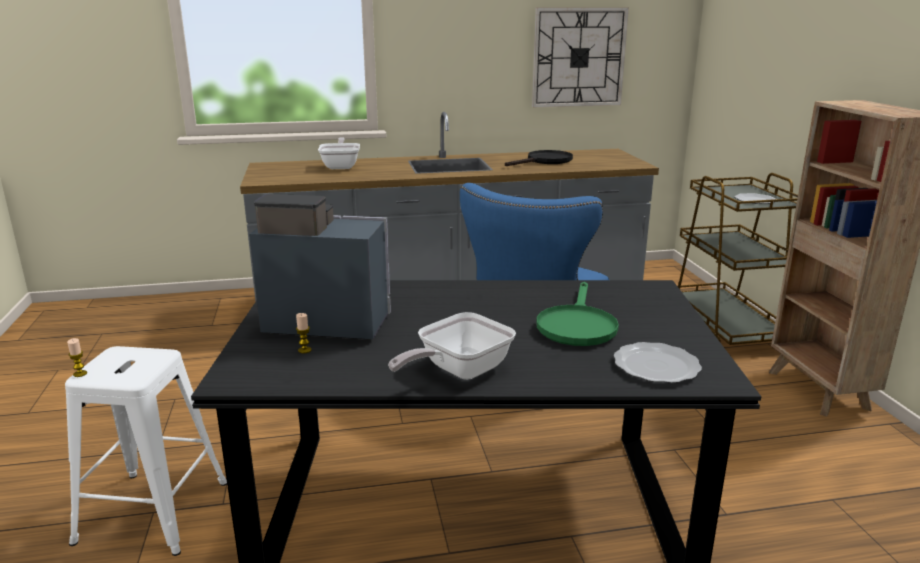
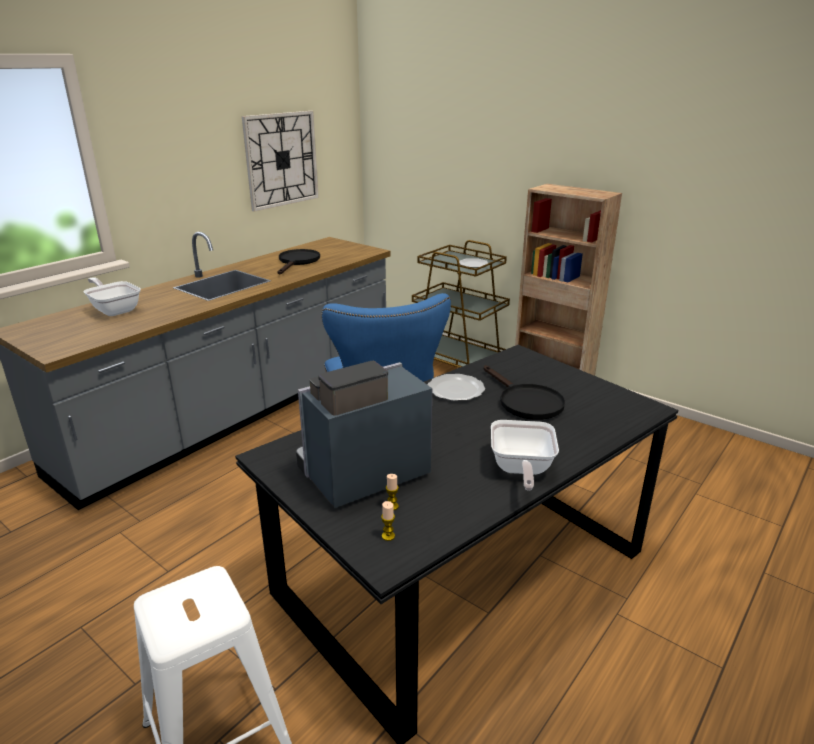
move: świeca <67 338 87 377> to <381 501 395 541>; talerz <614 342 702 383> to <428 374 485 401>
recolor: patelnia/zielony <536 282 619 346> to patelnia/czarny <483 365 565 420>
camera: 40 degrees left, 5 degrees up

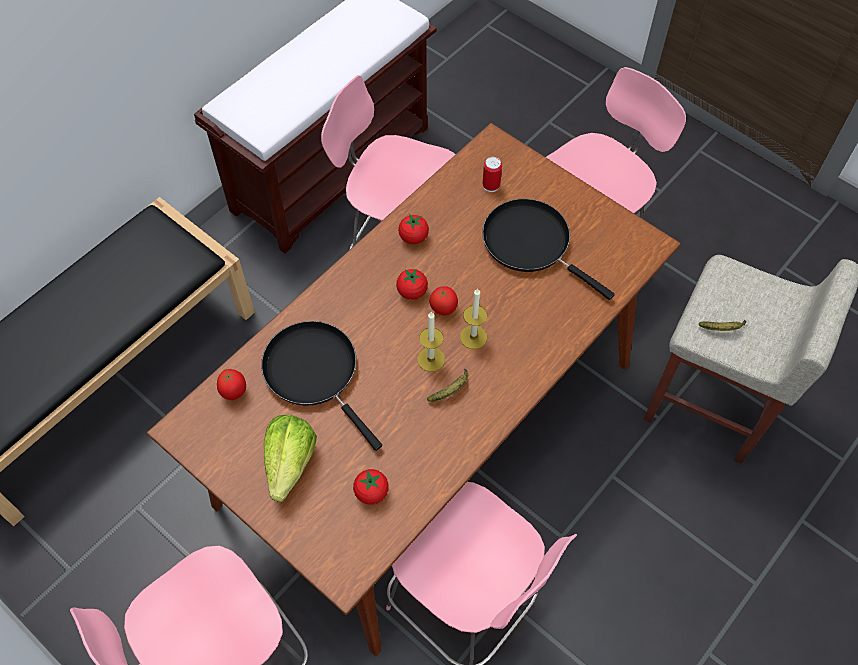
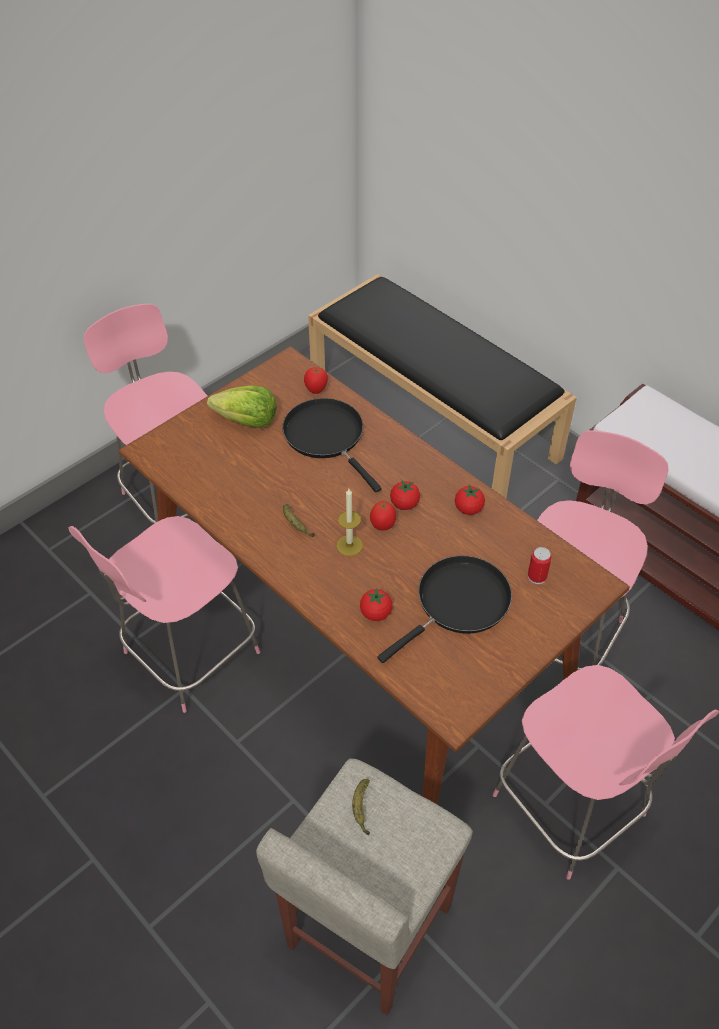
delete: świeca <417 311 445 372>
move: pomidor <353 469 389 505> to <360 588 393 621>
rotate: patelnia/czarny <261 321 382 451> = <282 398 382 492> 90 degrees counterclockwise
camera: 95 degrees right, 10 degrees down

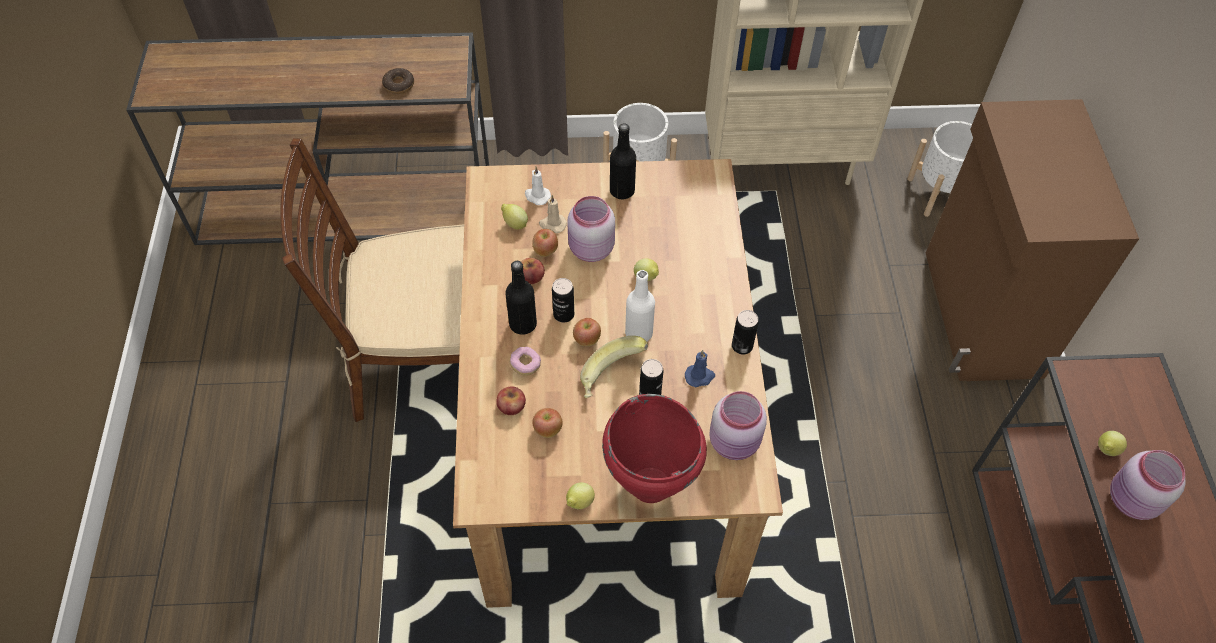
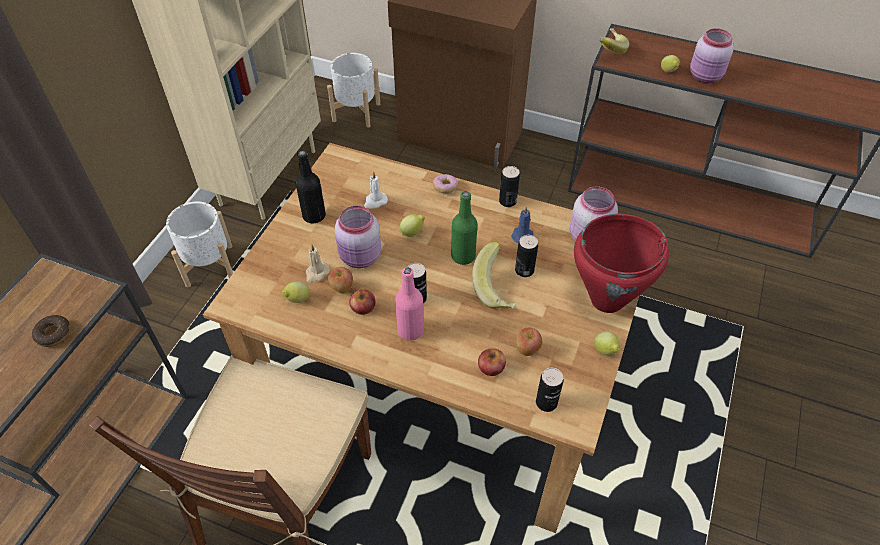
delete: jabłko <573 318 601 346>
insert: puszka <536 368 564 412>; banan <599 28 629 54>
move: świeca/biały <525 167 551 205> to <364 171 388 209>; donut <510 347 541 376> to <433 174 458 193>
recolor: butelka/czarny <505 261 537 335> to butelka/różowy <395 267 424 340>; butelka/biały <625 270 655 342> to butelka/zielony <451 191 477 265>
camera: 65 degrees left, 5 degrees down

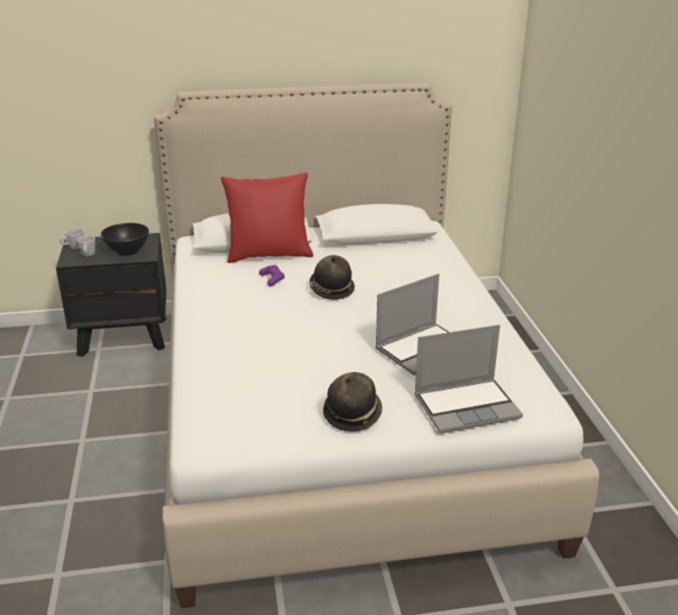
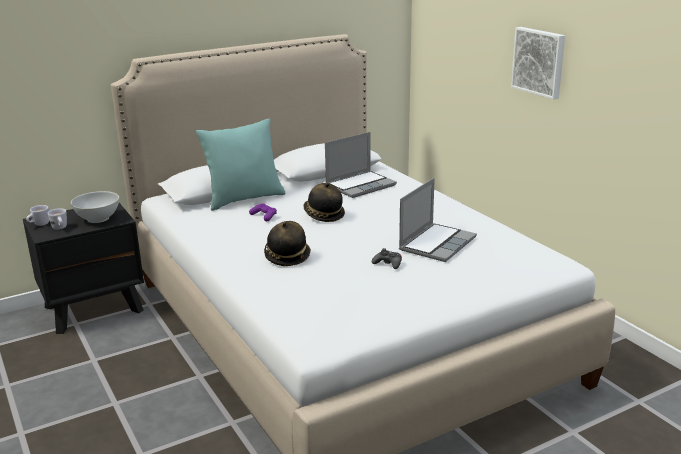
insert: pad do gier/czarny <372 248 402 269>; obraz <511 27 565 100>
move: kapelusz <323 372 382 432> to <264 221 311 266>; laptop <414 325 523 433> to <325 132 397 198>
recolor: miska/czarny <101 223 149 256> to miska/biały <71 191 119 223>; poduszka/czerwony <221 173 313 263> to poduszka/turkusowy <196 119 286 211>
camera: 20 degrees left, 5 degrees down

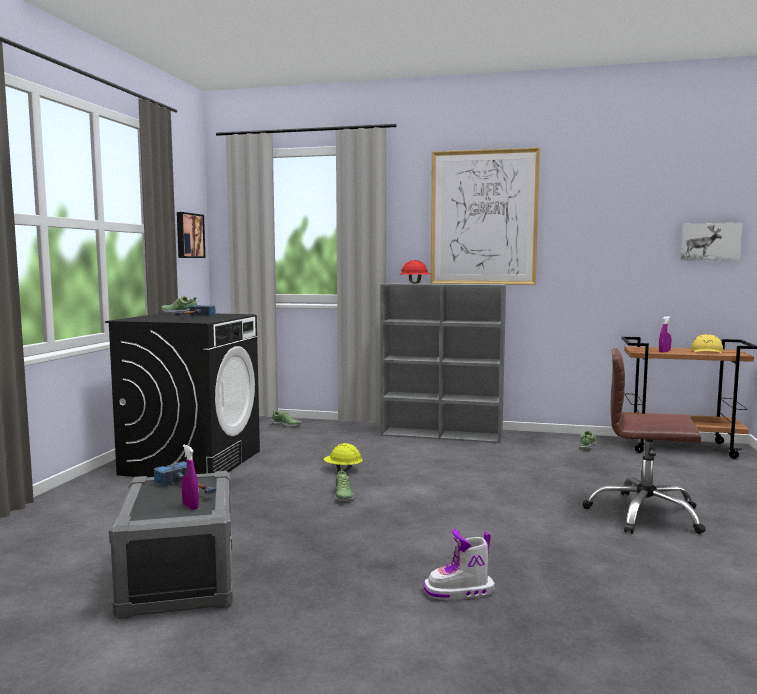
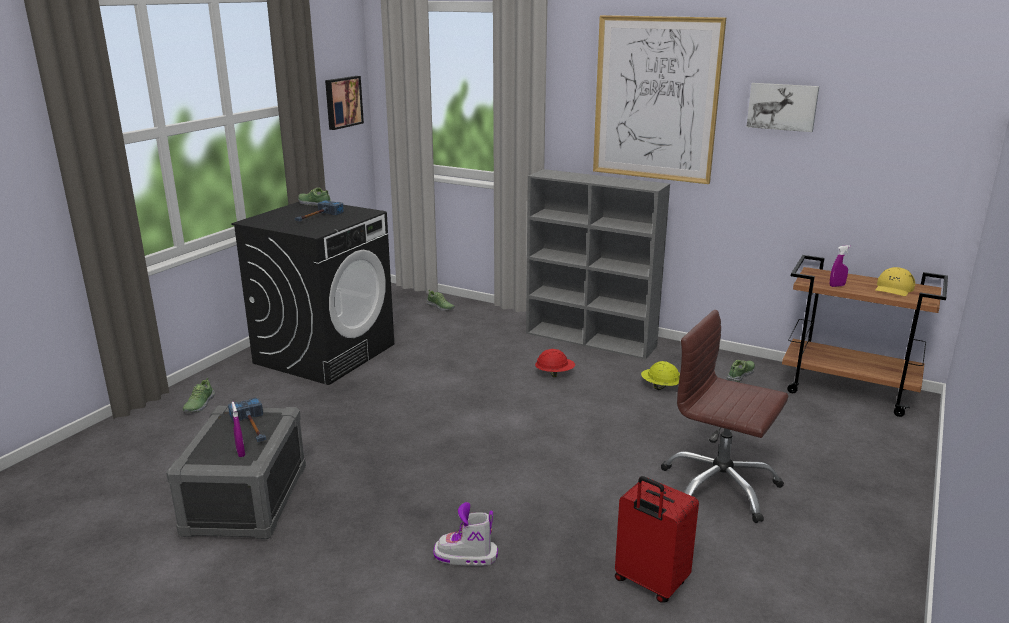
insert: walizka/czerwony <615 476 699 603>
move: but <334 469 355 501> to <183 378 215 413>; kask/czerwony <400 260 431 284> to <535 349 575 377>; kask/żółty <324 443 363 472> to <641 361 680 390>; obraz <680 223 743 260> to <746 83 819 132>
camera: 15 degrees right, 15 degrees up

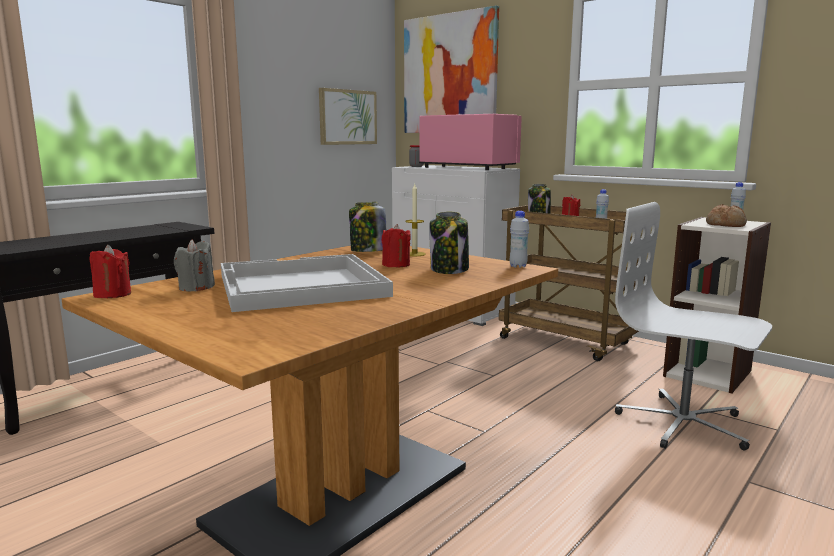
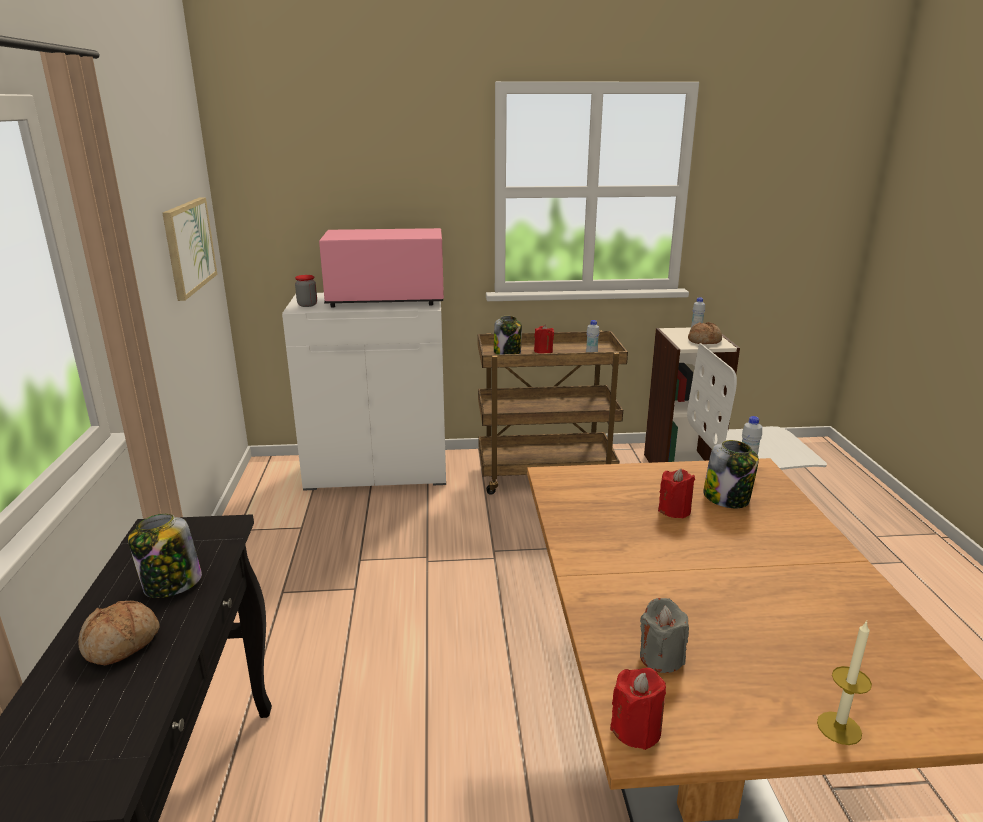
delete: taca/biały <221 254 393 312>; obraz <404 5 499 133>
insert: chleb <78 601 160 665>
move: słoik <349 202 387 252> to <128 514 202 598>; świeca <405 184 426 256> to <817 621 872 745>
camera: 45 degrees left, 10 degrees up

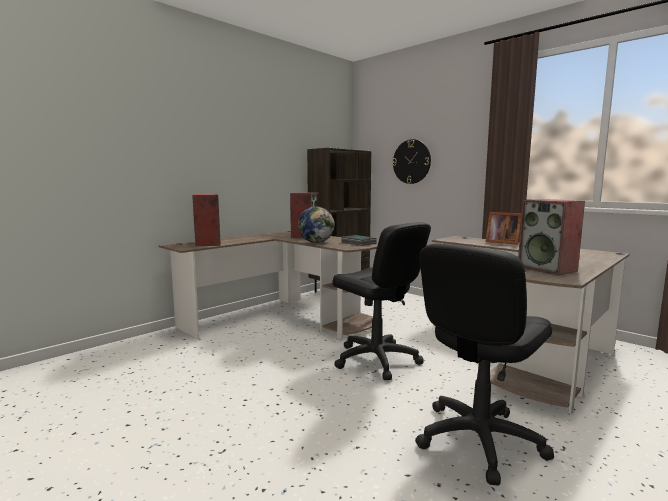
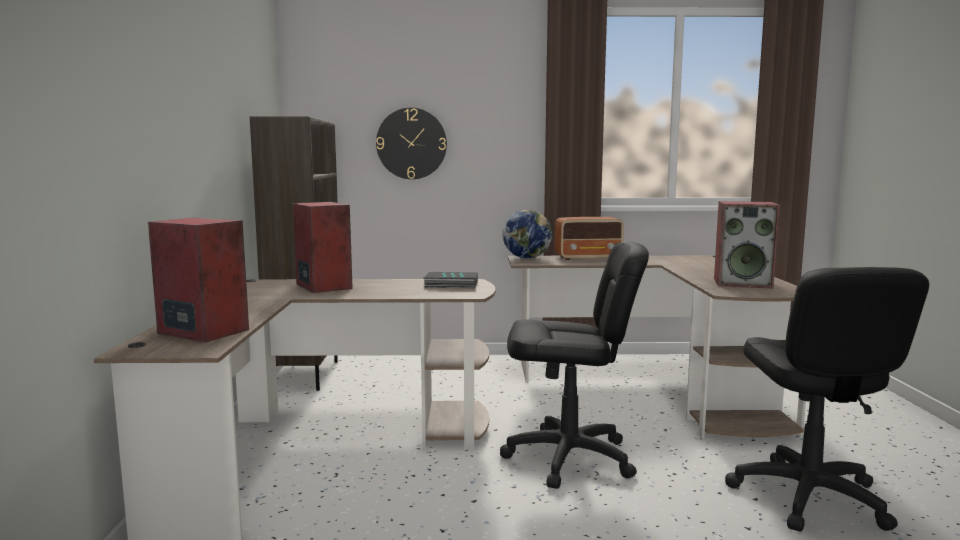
move: globus <298 207 335 243> to <502 209 552 258>
replace: ramka na zdjęcie <485 212 522 245> to radio <555 217 624 260>
camera: 45 degrees left, 0 degrees up

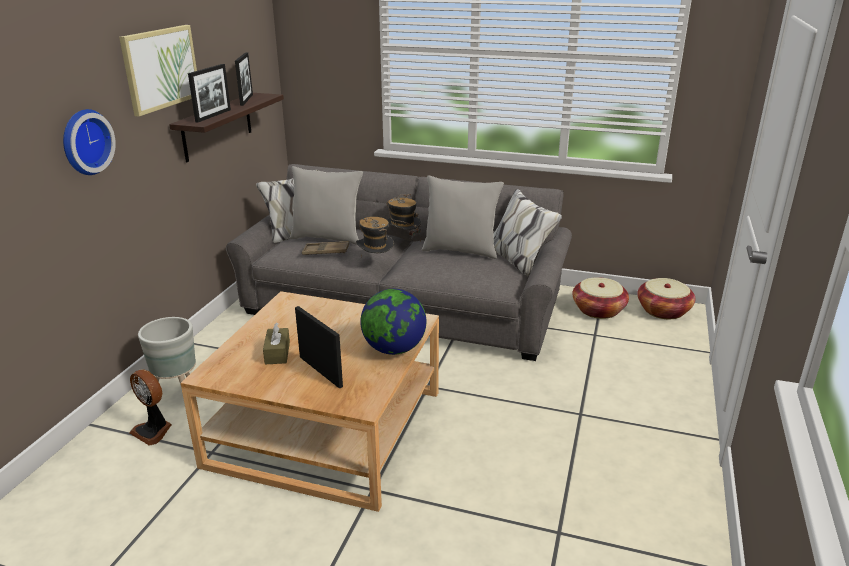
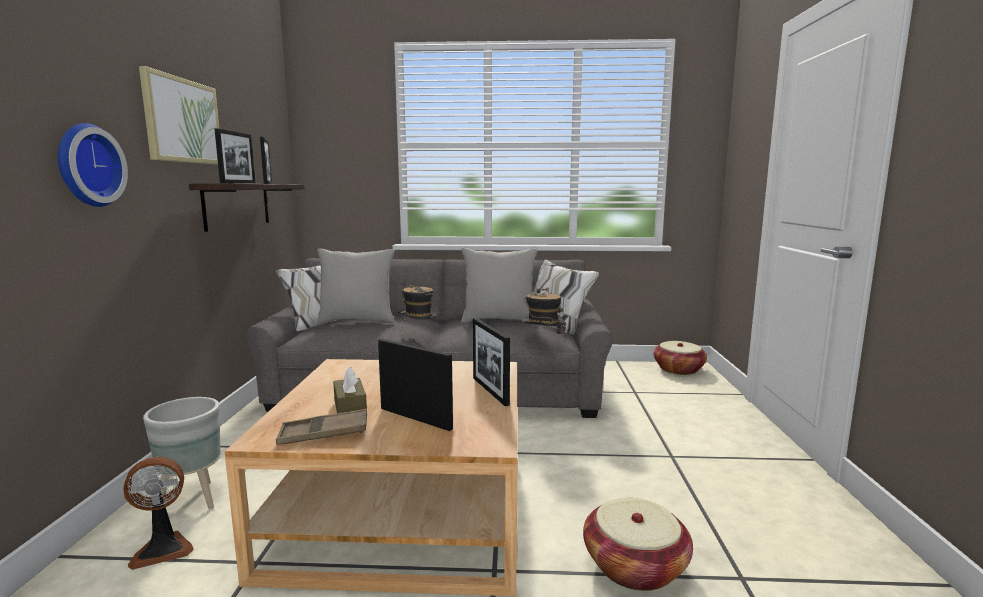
move: taca/brązowy <302 241 349 255> to <276 409 367 445>; kapelusz <386 194 421 236> to <521 288 566 343>; koszyk <572 277 629 319> to <583 498 693 591>
replace: globus <360 289 426 355> to ramka na zdjęcie <473 318 510 406>
rotate: wentylator <129 370 172 446> = <123 457 194 570> 45 degrees counterclockwise
camera: 15 degrees left, 15 degrees down

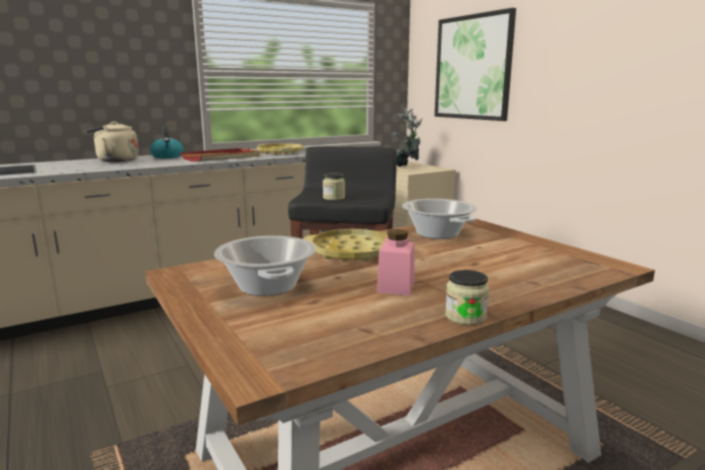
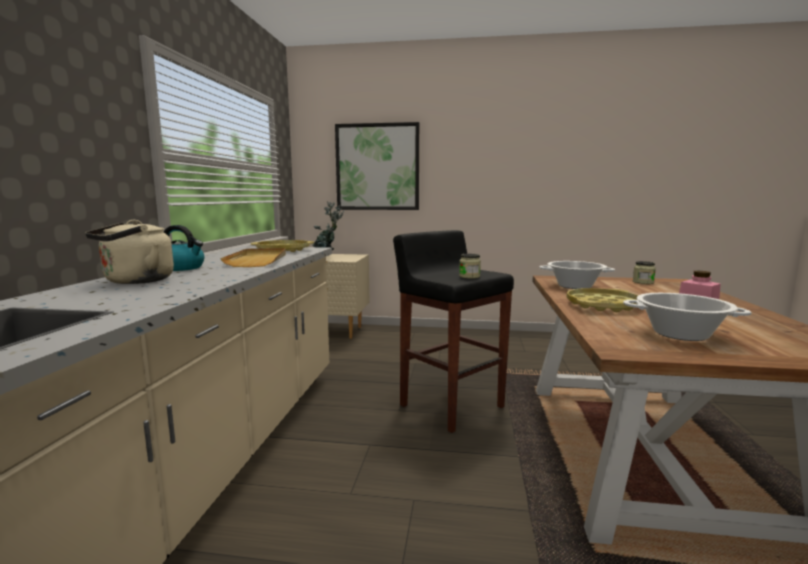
move: słoik <445 270 489 325> to <633 261 656 284>
recolor: taca/czerwony <180 148 260 162> to taca/beżowy <220 248 286 267>
camera: 50 degrees left, 5 degrees down

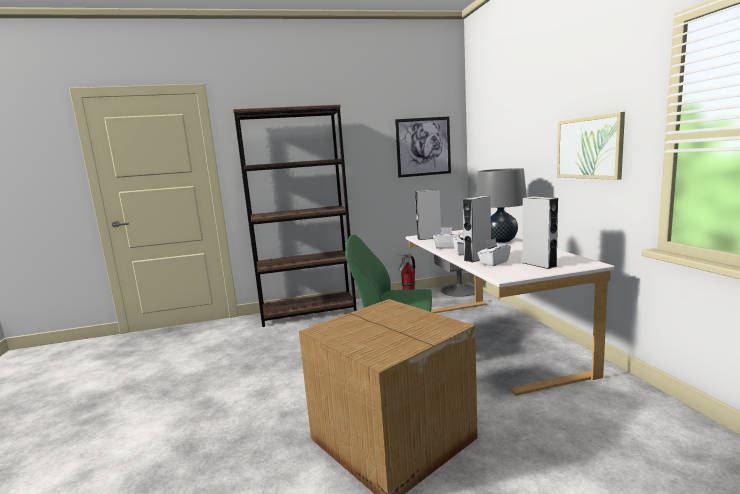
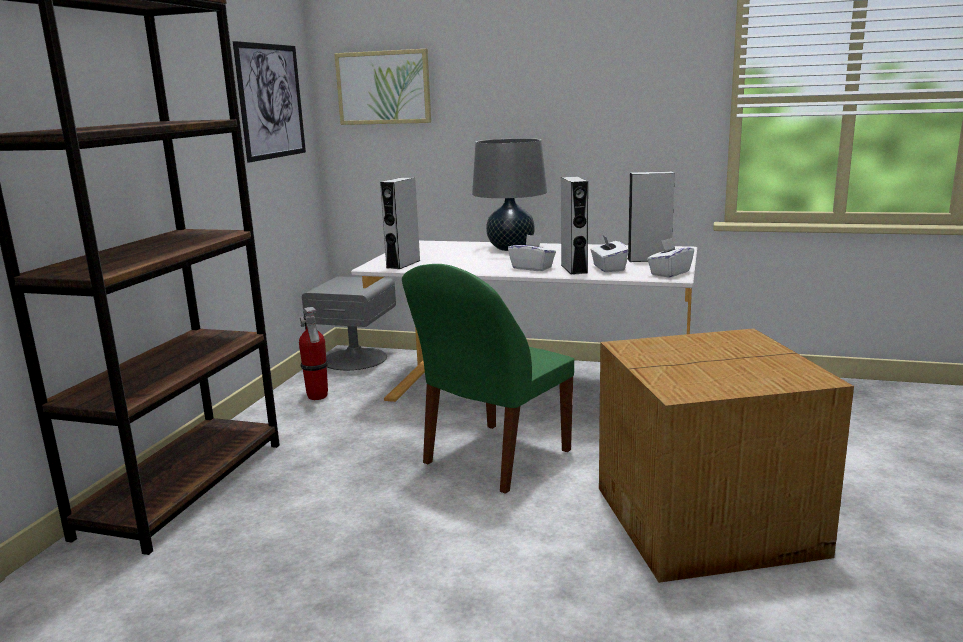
move: obraz <557 112 625 180> to <334 49 431 125>; pudełko chusteczek/biały <433 227 460 249> to <647 237 694 278>
camera: 60 degrees left, 5 degrees up

